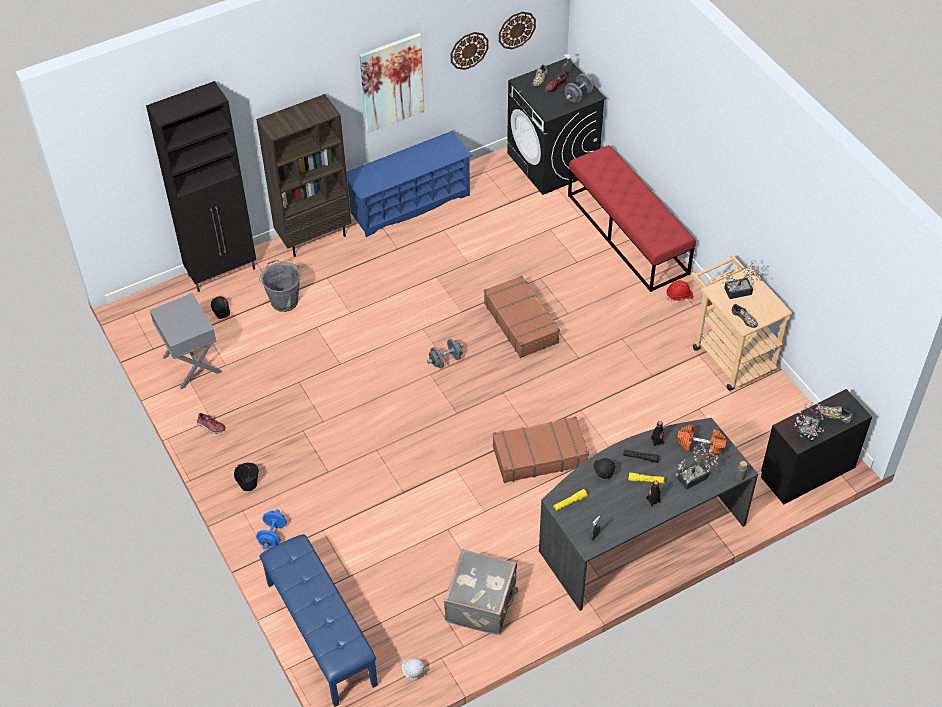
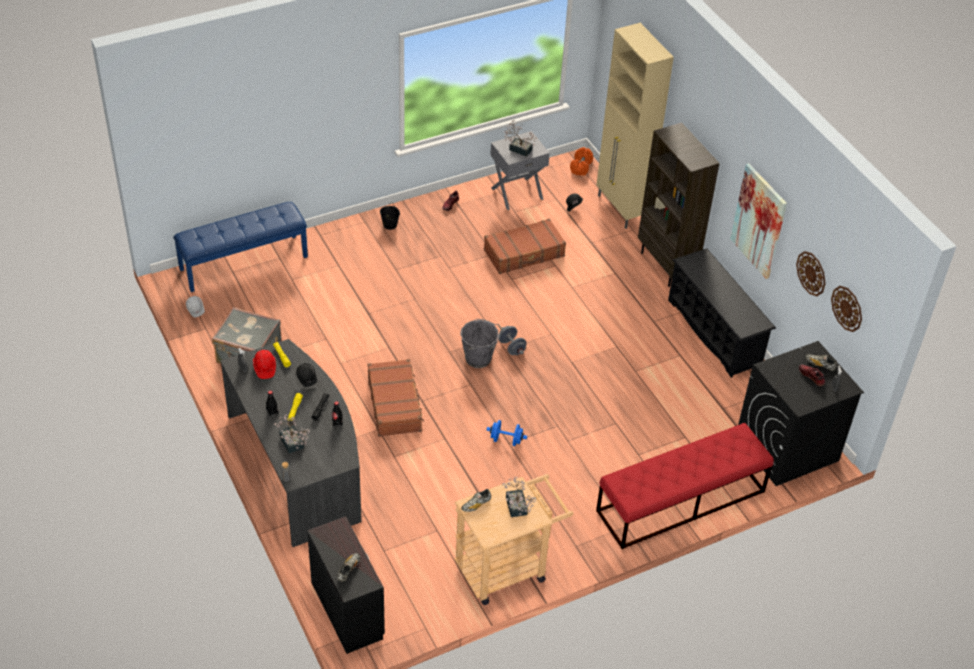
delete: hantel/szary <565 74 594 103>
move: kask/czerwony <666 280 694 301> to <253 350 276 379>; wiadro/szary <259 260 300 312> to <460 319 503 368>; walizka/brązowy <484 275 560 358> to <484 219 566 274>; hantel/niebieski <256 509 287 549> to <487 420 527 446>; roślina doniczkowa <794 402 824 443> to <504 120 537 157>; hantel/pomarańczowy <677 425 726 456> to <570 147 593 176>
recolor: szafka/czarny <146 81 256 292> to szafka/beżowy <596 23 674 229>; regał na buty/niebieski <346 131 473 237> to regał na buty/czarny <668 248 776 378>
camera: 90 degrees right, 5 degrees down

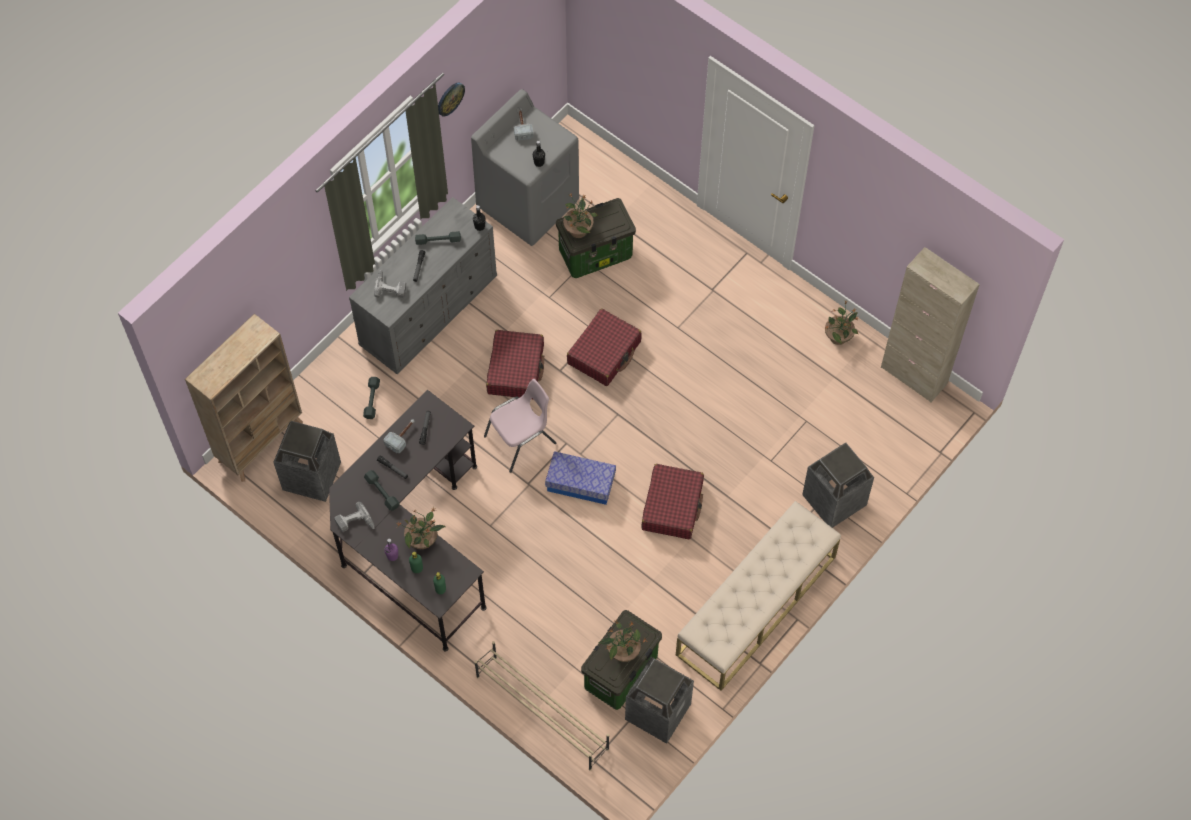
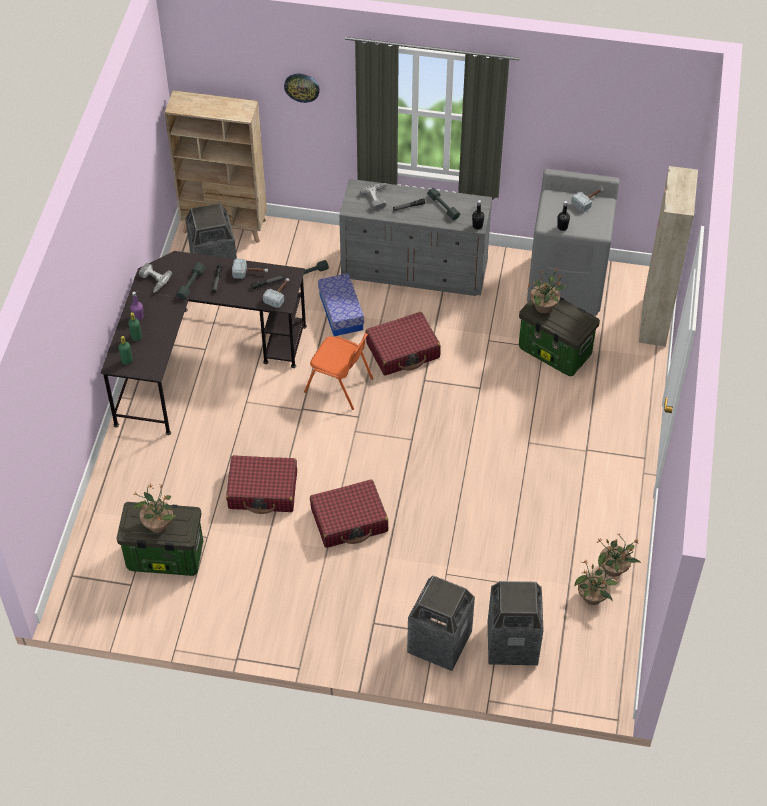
delete: regał na buty/beżowy <474 641 609 771>; ławka/beżowy <676 501 841 691>
insert: młotek <263 278 289 308>
move: walizka/czerwony <567 309 642 386> to <226 455 297 514>; zegar ścienny <438 83 465 116> to <284 74 320 103>; pojemnik do przechowywania <545 451 616 505> to <318 273 364 336>; kosz na śmieci <625 657 694 744> to <488 581 544 665>; roślina doniczkowa <396 507 446 549> to <574 560 619 605>; szafka/beżowy <881 247 980 403> to <639 166 698 346>
recolor: krzesło/różowy <484 379 556 473> to krzesło/pomarańczowy <304 333 373 410>
camera: 60 degrees right, 10 degrees down

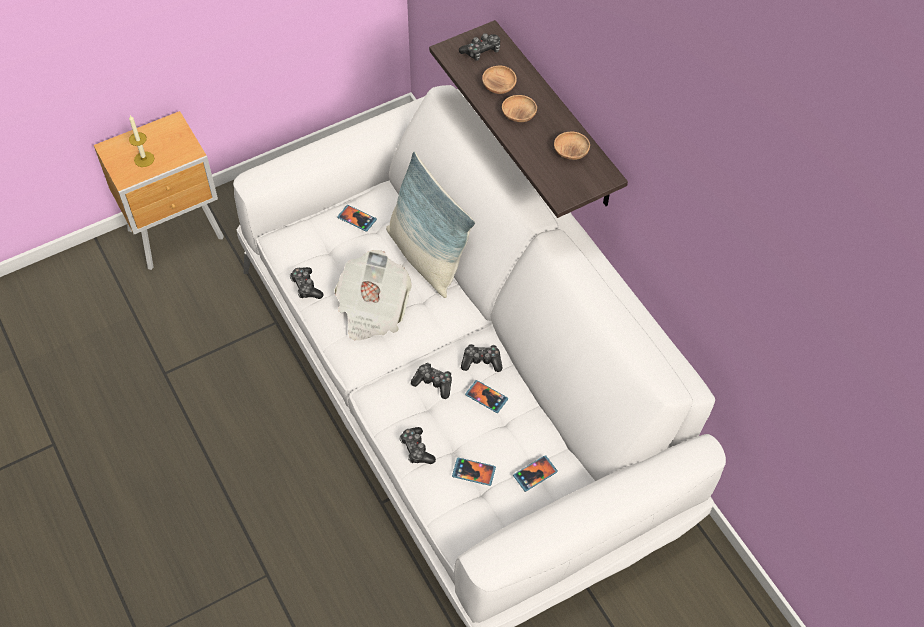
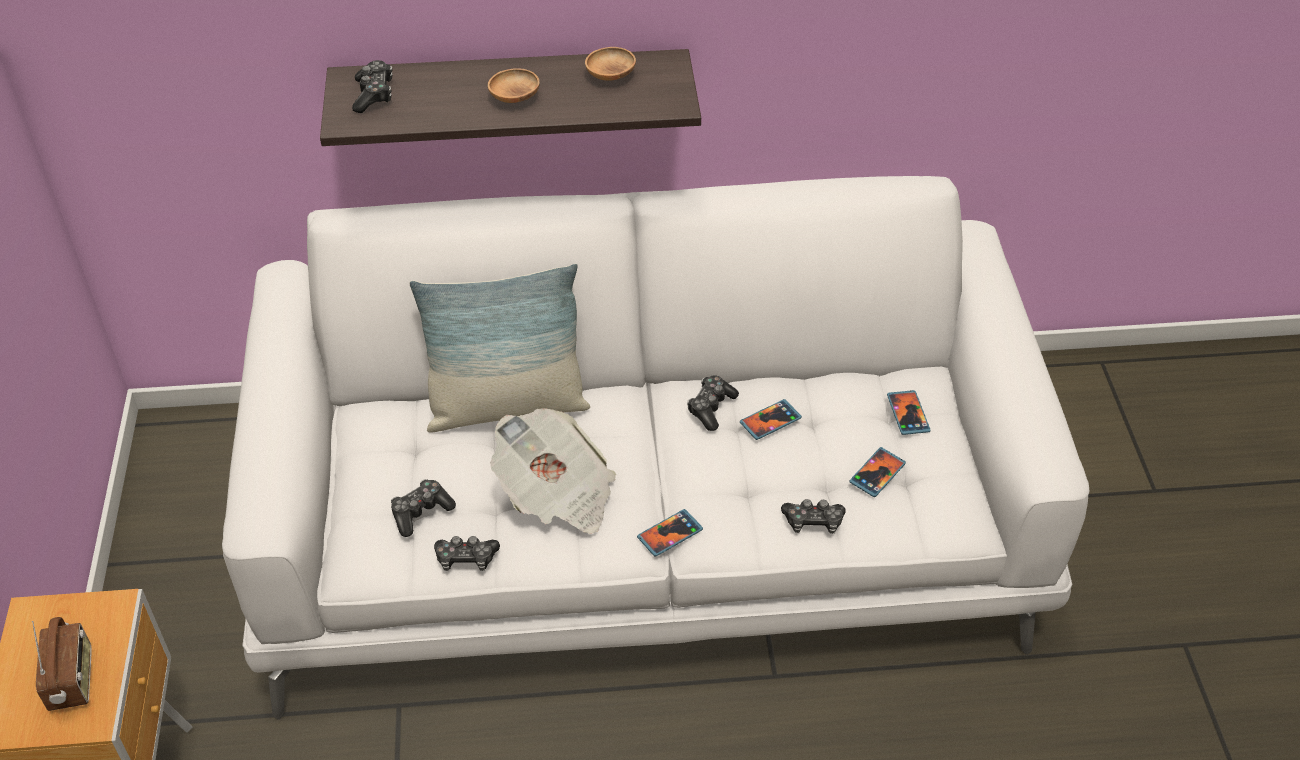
delete: miska/brązowy <482 66 517 94>
move: pad do gier <411 363 452 399> to <391 479 456 537>; telefon <337 205 377 232> to <637 509 703 557>
replace: świeca <129 115 154 167> to radio <32 617 92 711>
camera: 65 degrees left, 10 degrees down

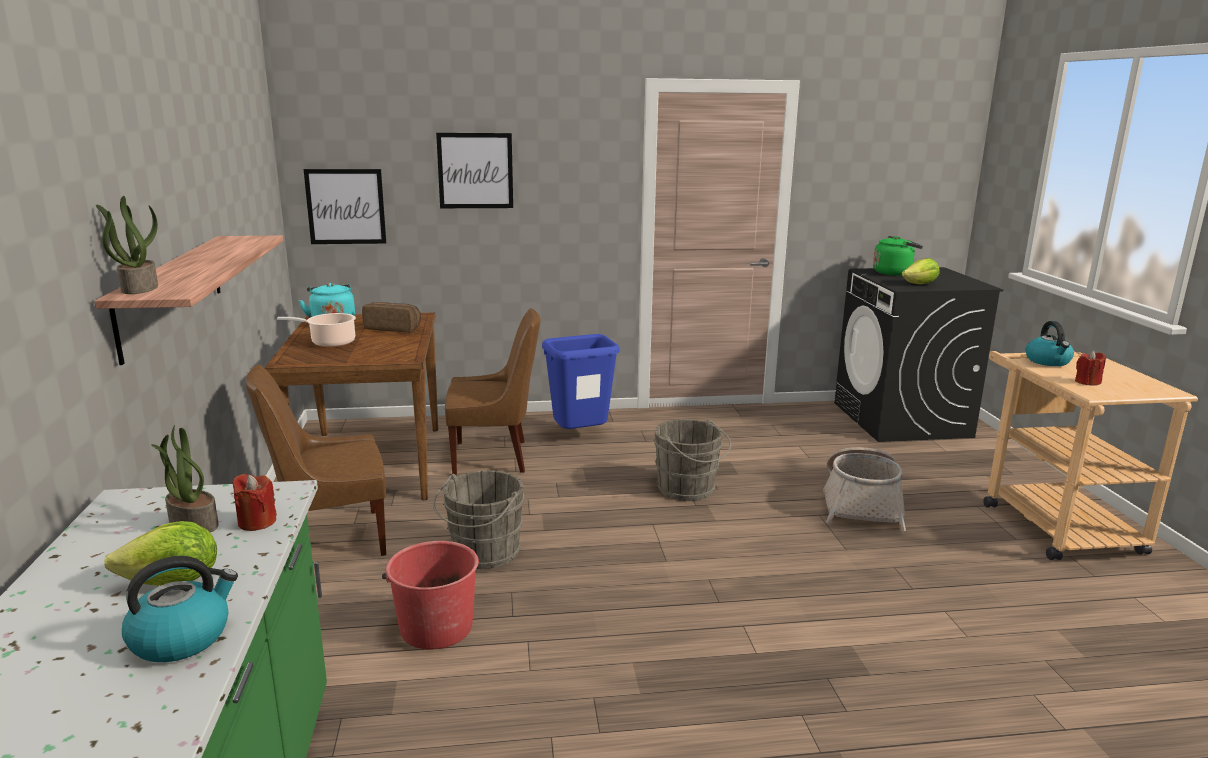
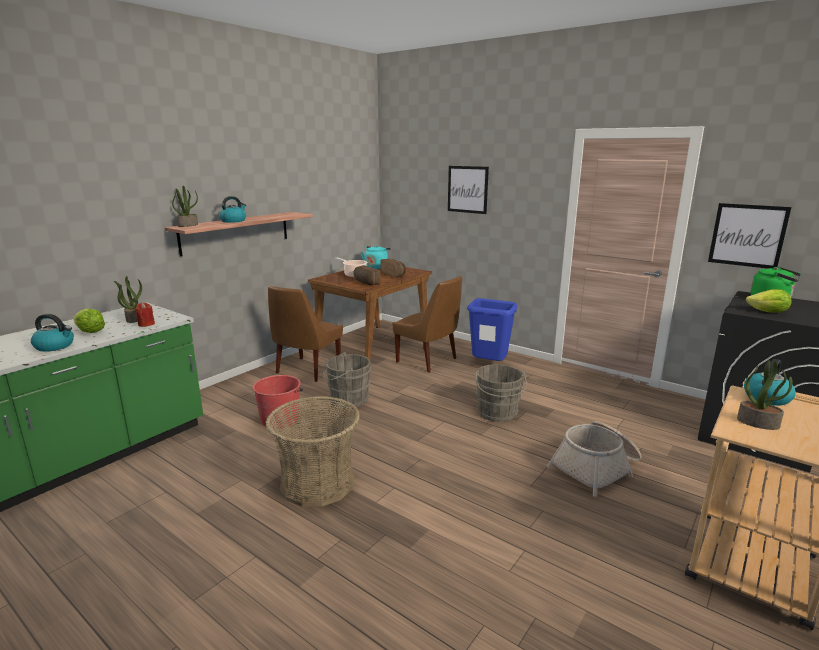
insert: czajnik <219 196 246 223>; koszyk <266 396 360 507>; chleb <353 265 381 285>
move: obraz <304 169 386 244> to <708 203 791 269>
replace: świeca/czerwony <1075 351 1106 385> to roślina doniczkowa <737 360 793 430>
rotate: krzesło/brązowy <245 364 386 556> = <268 286 343 382> 90 degrees counterclockwise
camera: 45 degrees right, 0 degrees up

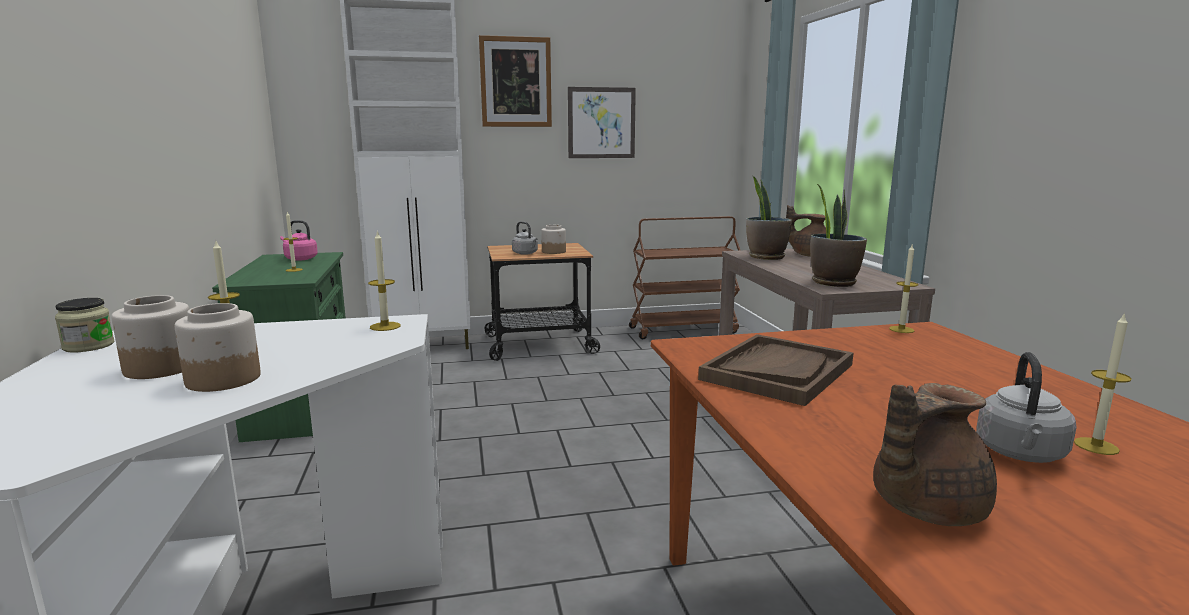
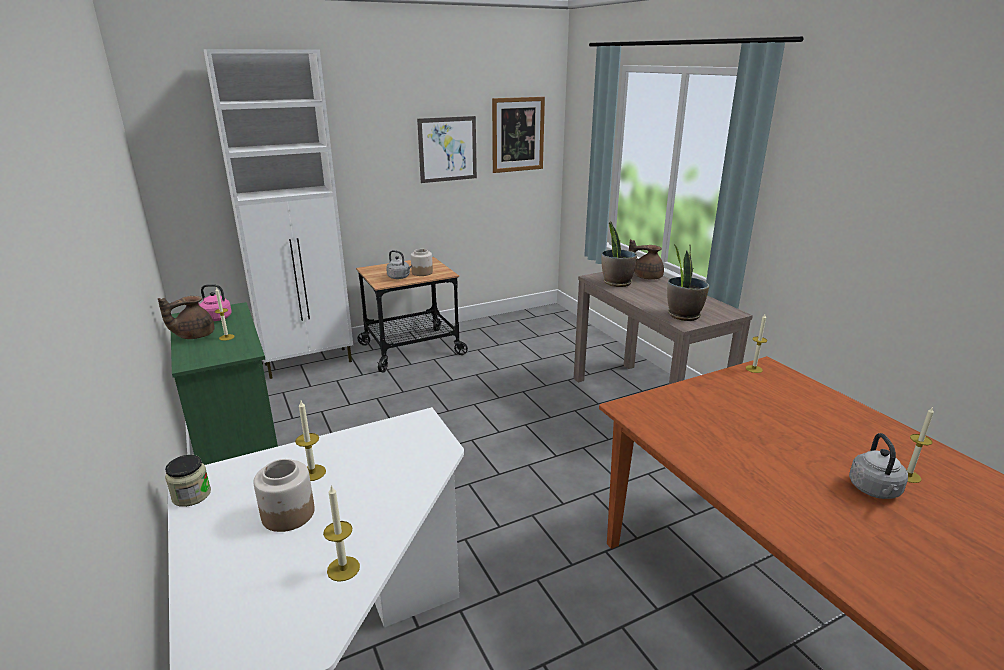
delete: słoik <175 303 261 392>; wózek/brązowy <629 216 740 339>; taca/brązowy <698 334 853 406>
move: imbryk/brązowy <873 383 997 526> to <158 296 214 339>; świeca <368 230 401 331> to <323 485 360 582>; obraz <479 35 552 127> to <492 97 545 173>
camera: 15 degrees left, 10 degrees up

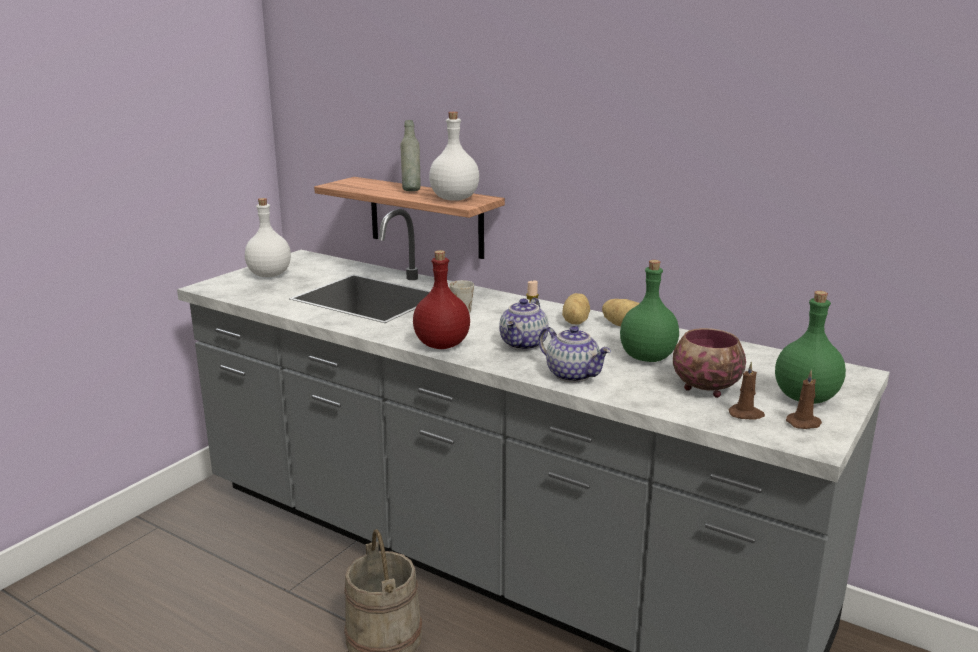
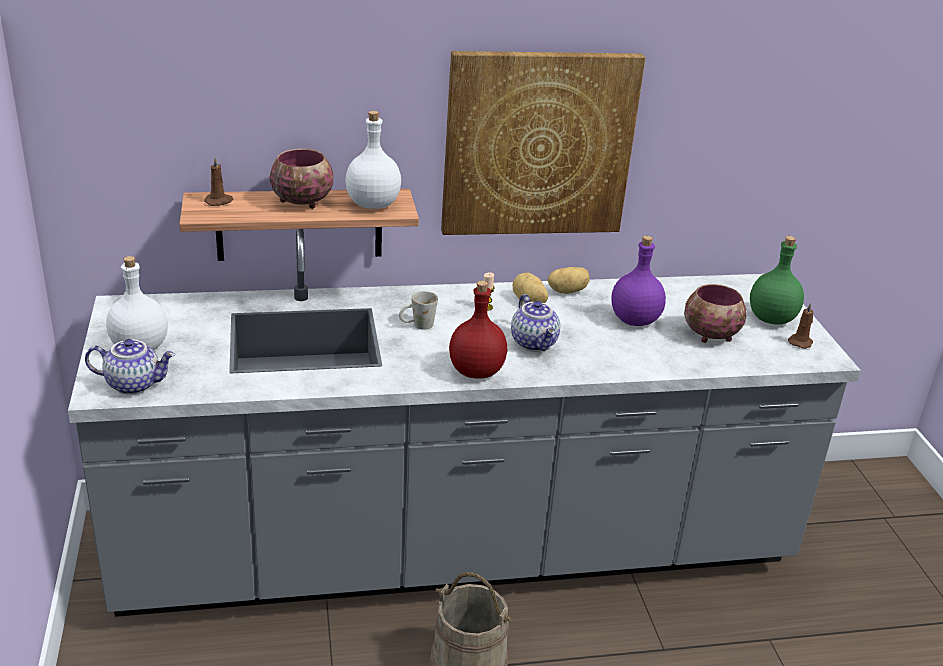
insert: obraz <441 51 646 235>
move: imbryk <539 326 611 382> to <85 339 175 395>; świeca/brązowy <728 361 765 420> to <204 156 233 206>
replace: butelka/szary <400 120 421 191> to miska <270 149 333 209>
recolor: butelka/zielony <620 260 679 362> to butelka/fioletowy <611 236 666 326>
camera: 45 degrees left, 10 degrees up

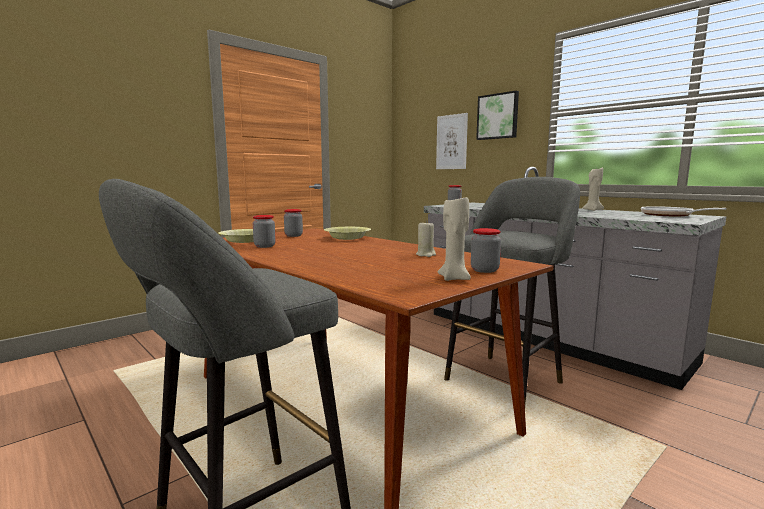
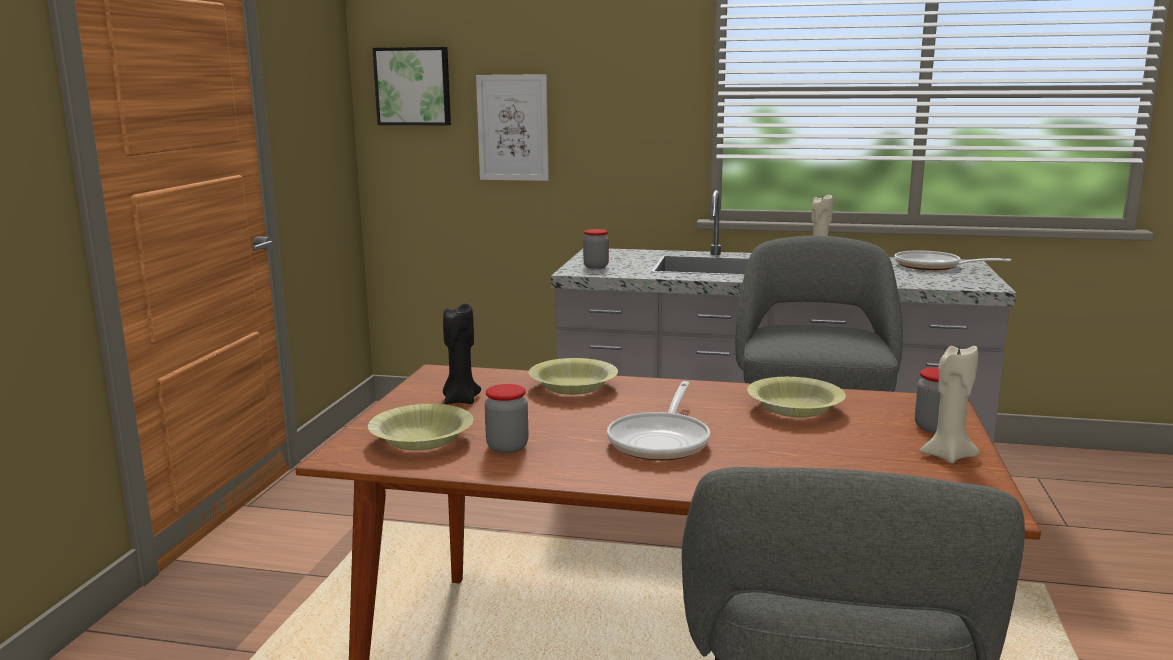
insert: patelnia <607 381 711 460>
move: obraz <476 91 519 140> to <372 47 451 125>
replace: słoik <284 209 303 237> to świeca/czarny <443 304 481 404>; świeca/beżowy <416 220 436 257> to miska/żółty <747 377 846 418>
camera: 35 degrees left, 5 degrees up

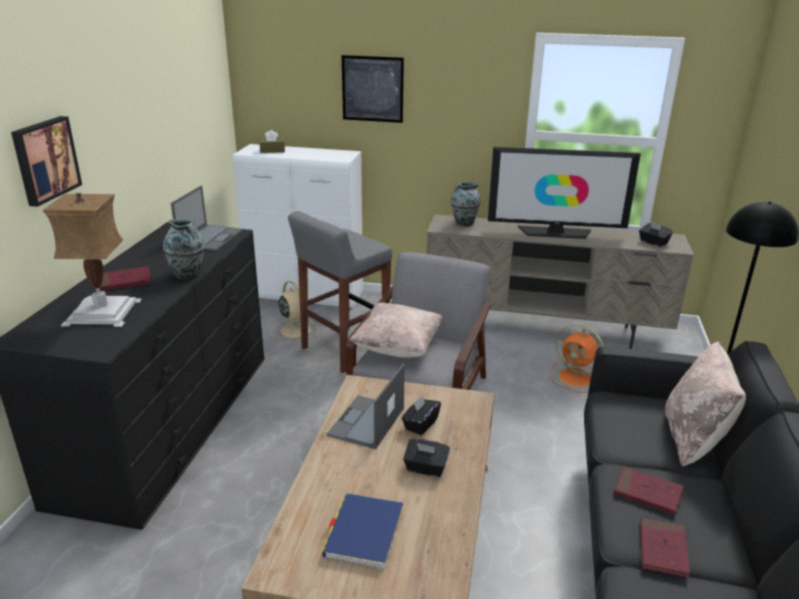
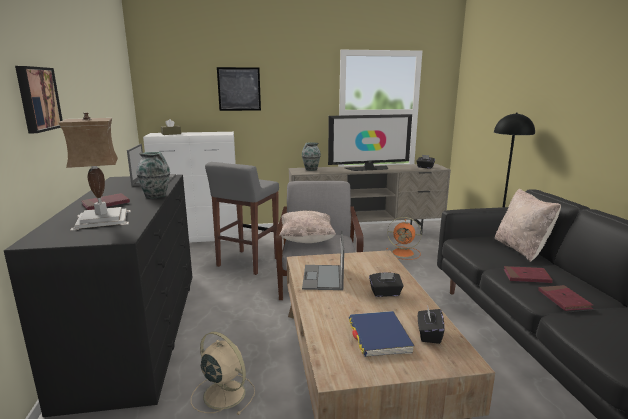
move: wentylator/beżowy <271 281 319 343> to <191 332 255 415>; pudełko chusteczek/czarny <402 395 441 435> to <418 307 445 344>
camera: 20 degrees left, 10 degrees down

